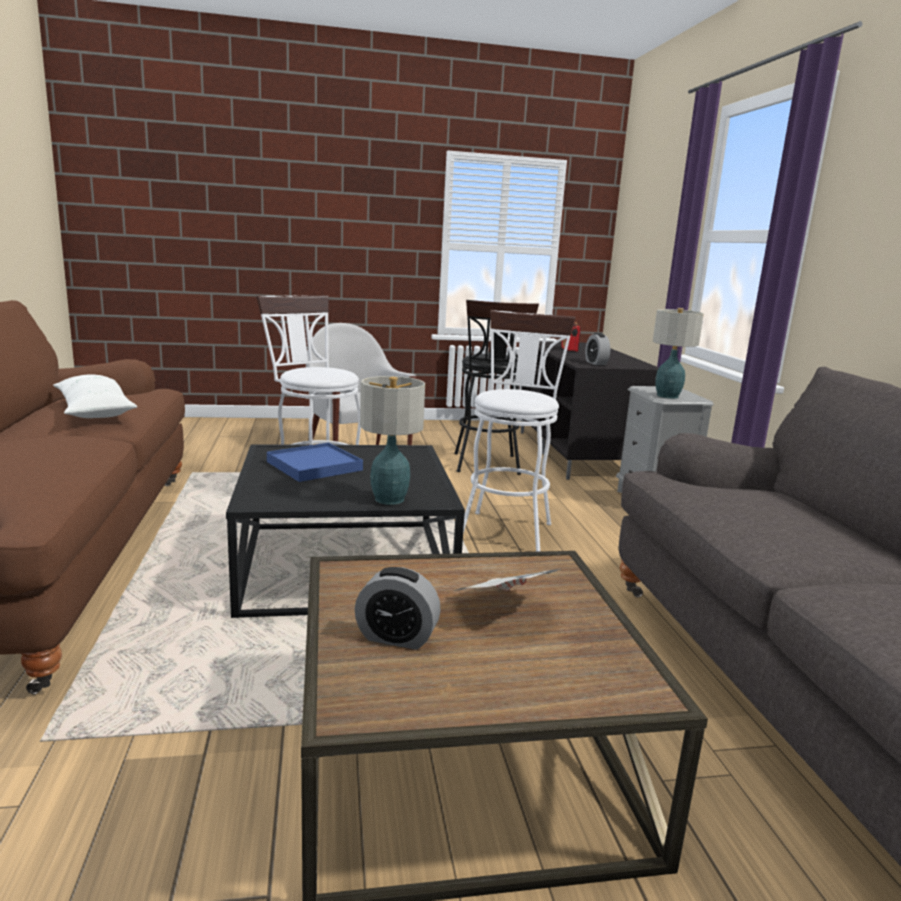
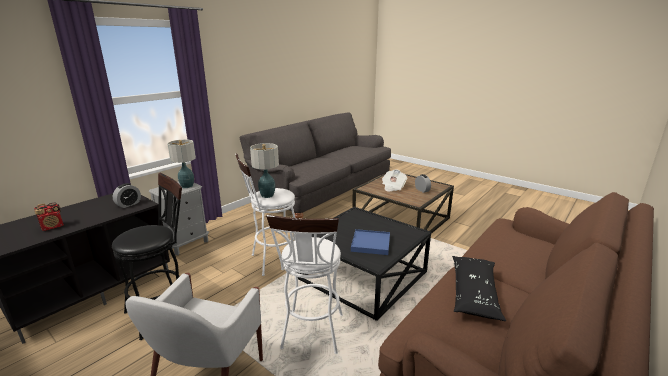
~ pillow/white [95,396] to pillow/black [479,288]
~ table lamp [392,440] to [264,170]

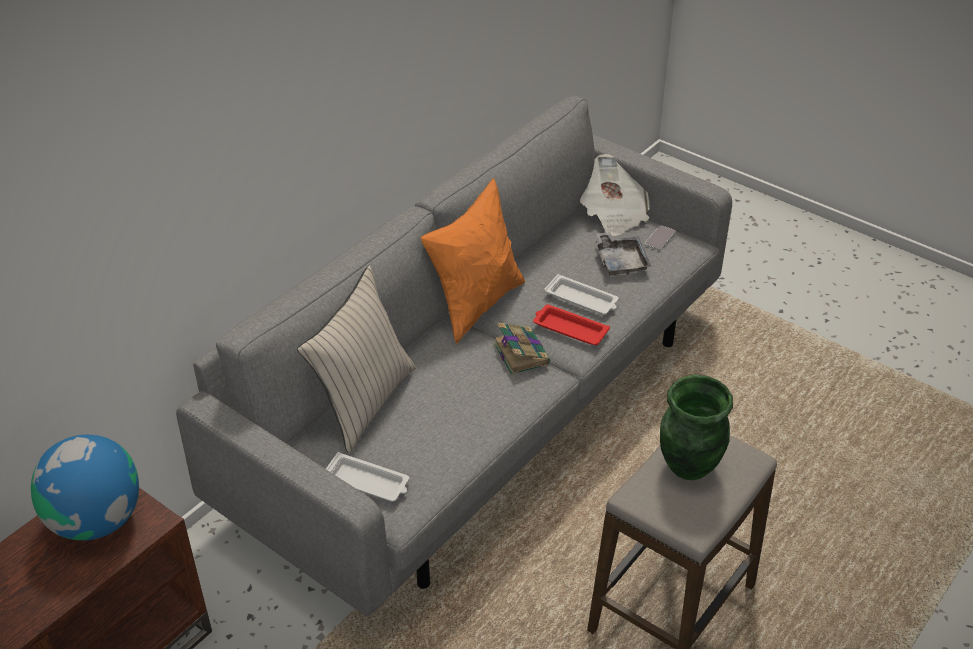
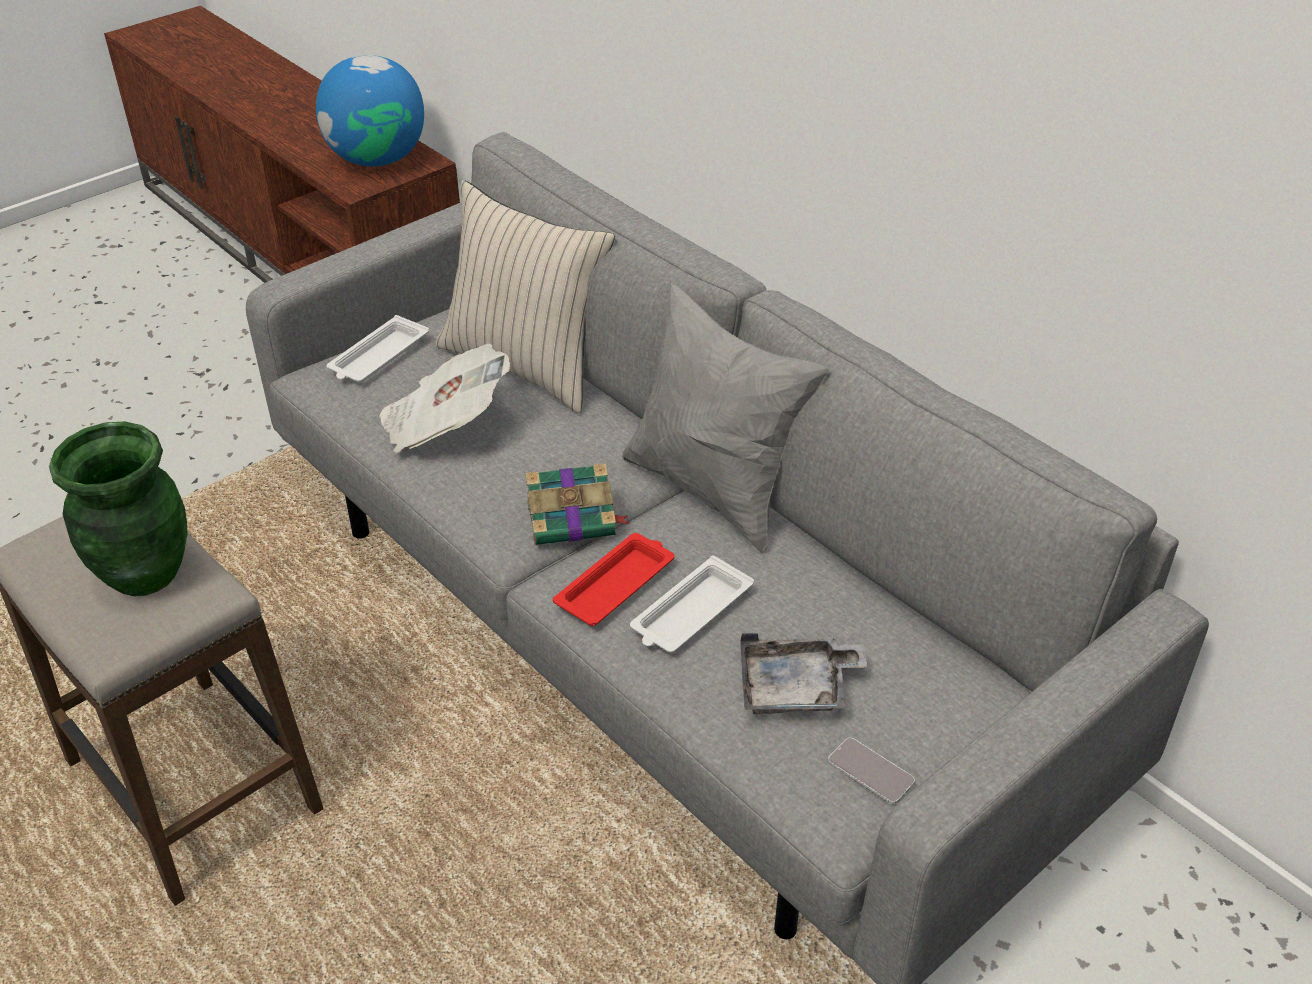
~ newspaper [614,195] to [444,398]
~ pillow/orange [473,260] to pillow/grey [725,418]

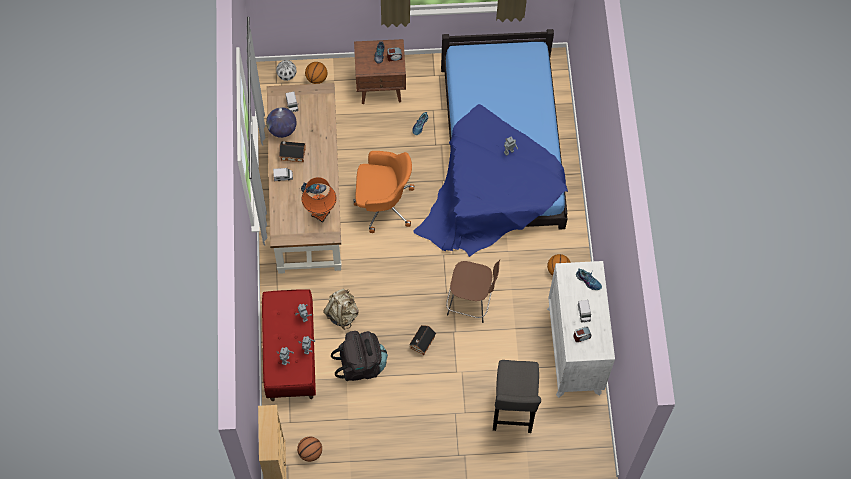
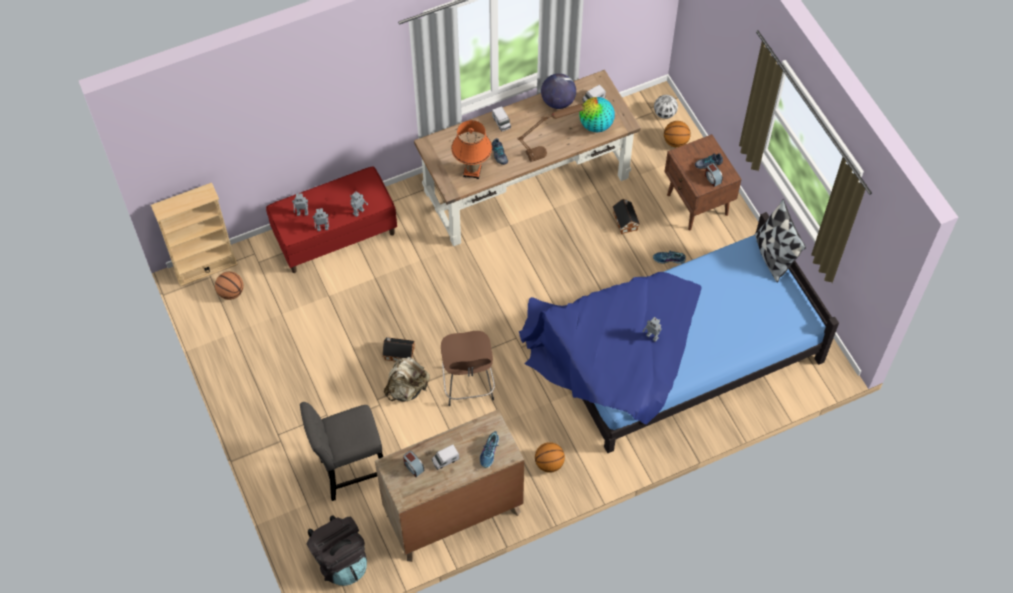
~ toy house [292,151] to [626,216]
- office chair/orange [383,192]
~ dresser/white [581,329] to dresser/brown [449,485]
~ backpack/beige [341,309] to [407,379]
~ backpack/black [359,356] to [336,550]
+ globe [597,114]
+ table lamp/brown [551,133]
+ pillow [780,240]

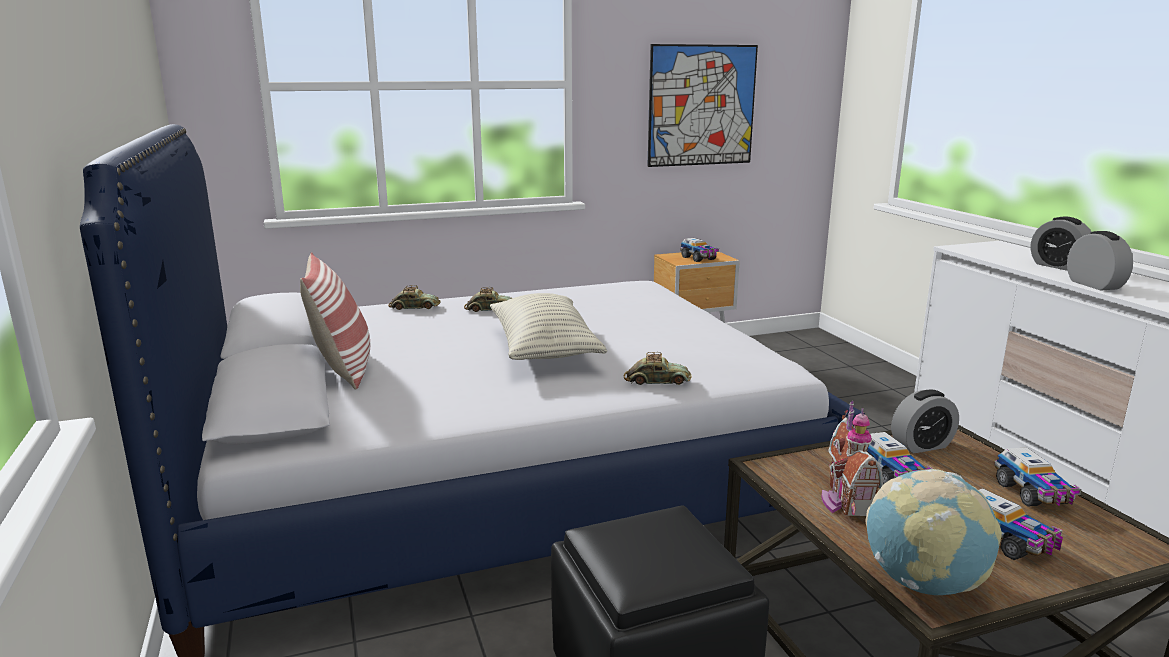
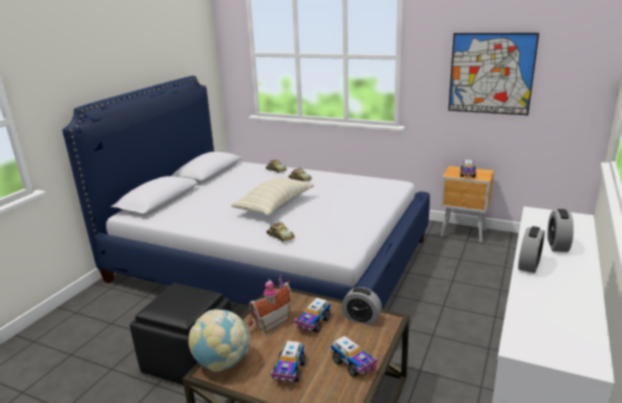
- pillow [335,321]
~ toy truck [1038,477] = [354,356] 75 degrees counterclockwise

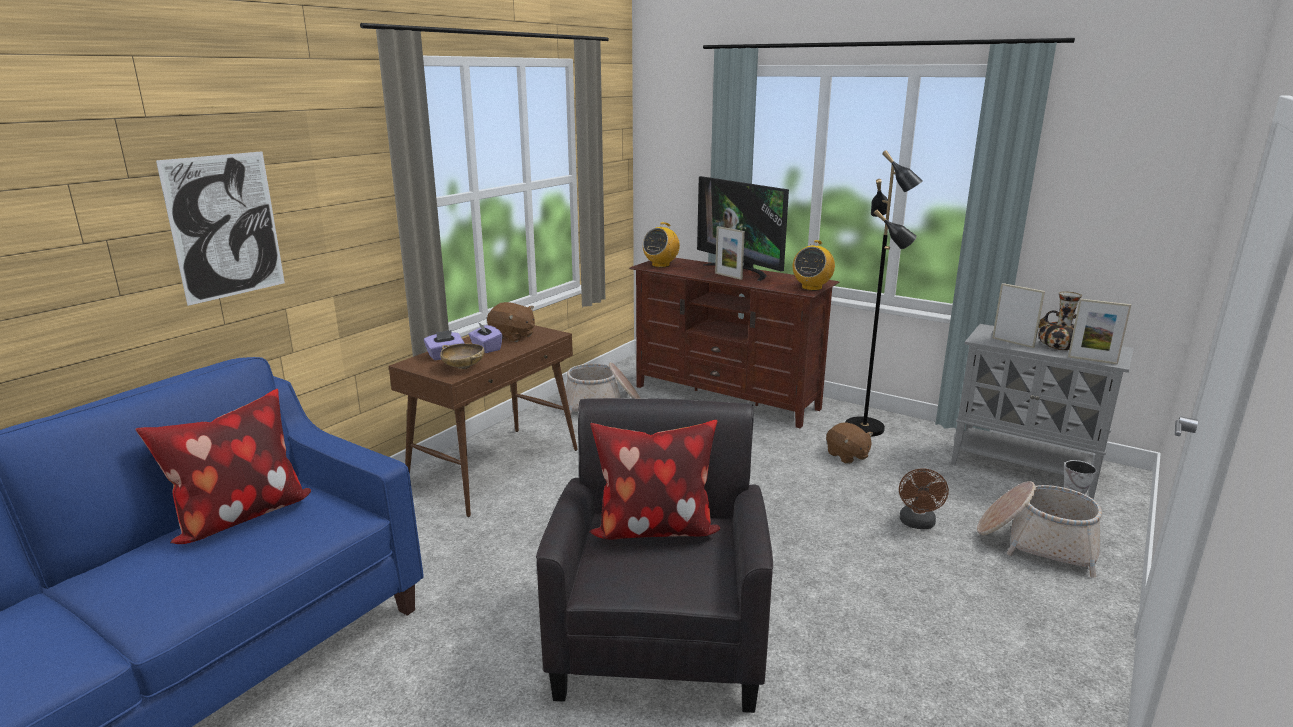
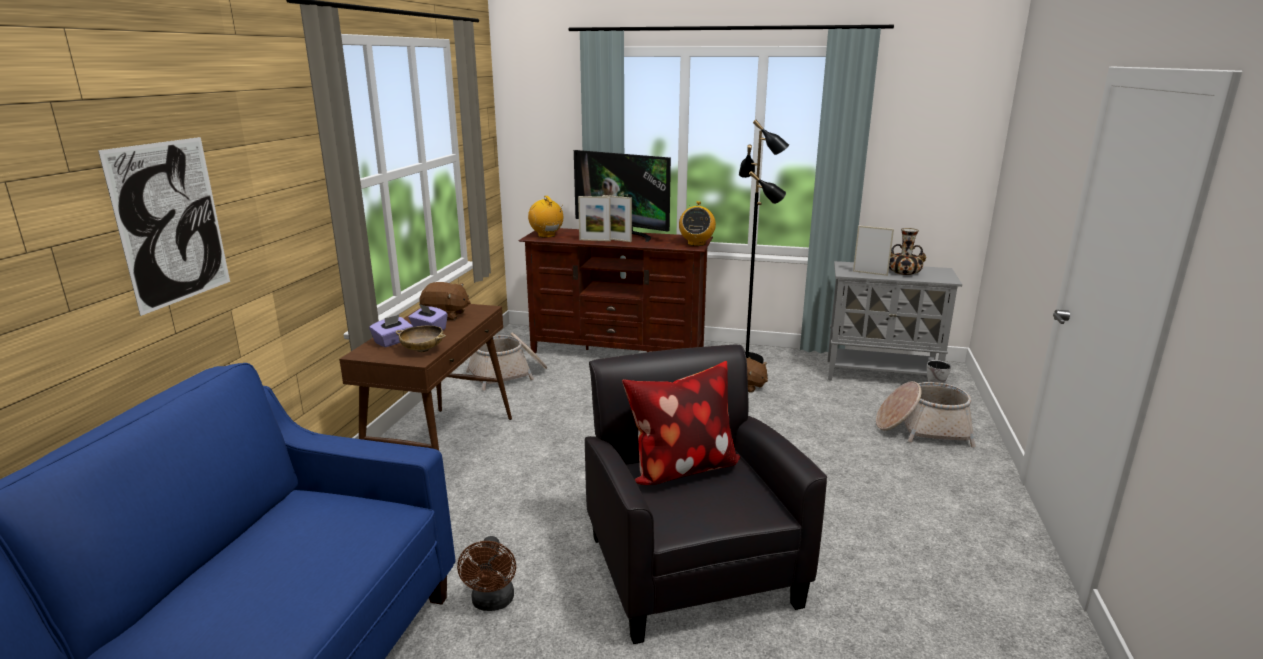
~ radio [661,244] = [545,217] 135 degrees clockwise
~ picture frame [1099,332] to [594,218]
- pillow [223,466]
~ fan/brown [924,498] to [486,573]

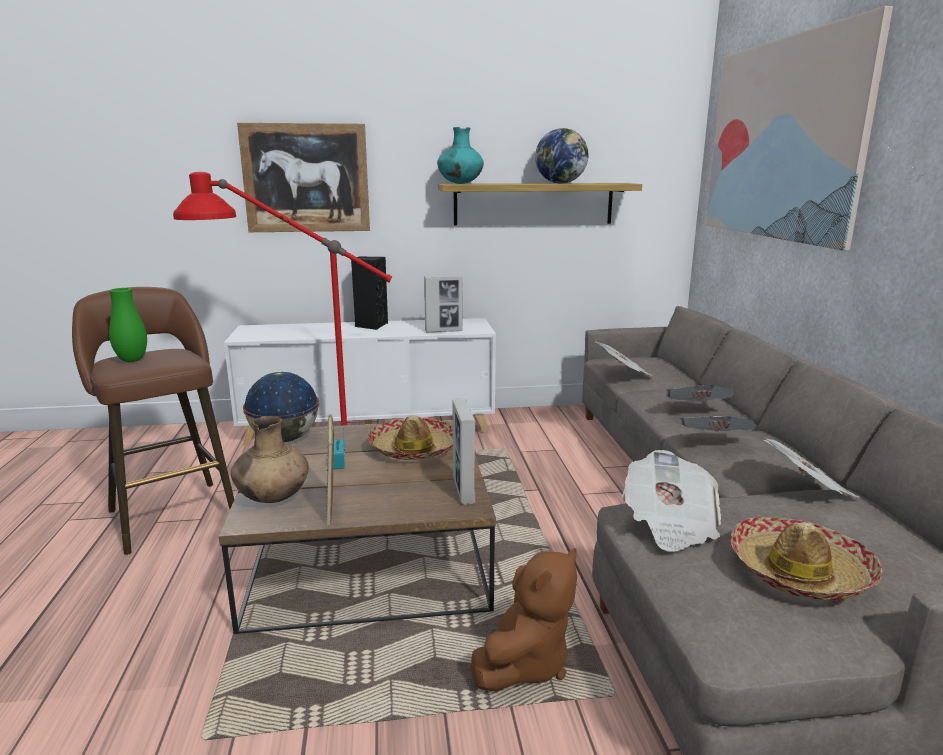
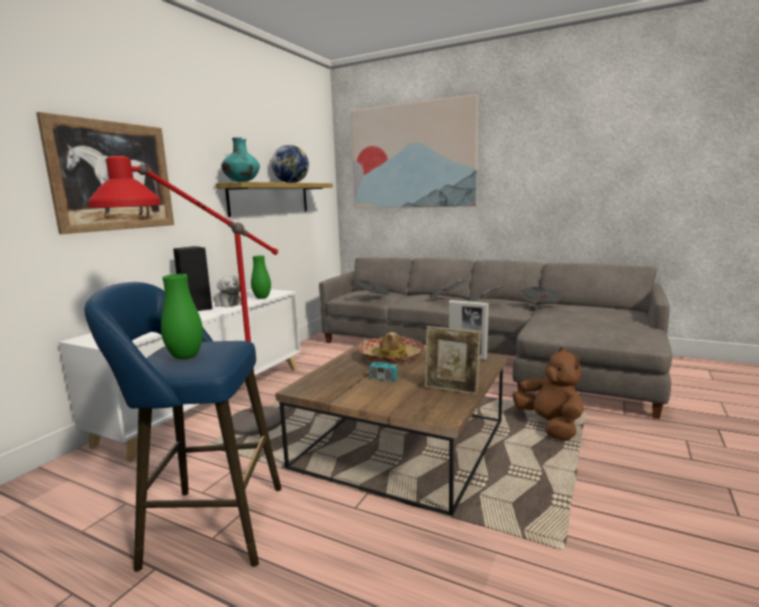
~ picture frame [443,304] to vase/green [261,277]
~ stool/brown [153,421] to stool/blue [183,427]
- globe [281,407]
- vase/brown [270,459]
- newspaper [671,501]
- hat [807,558]
+ plush toy [227,291]

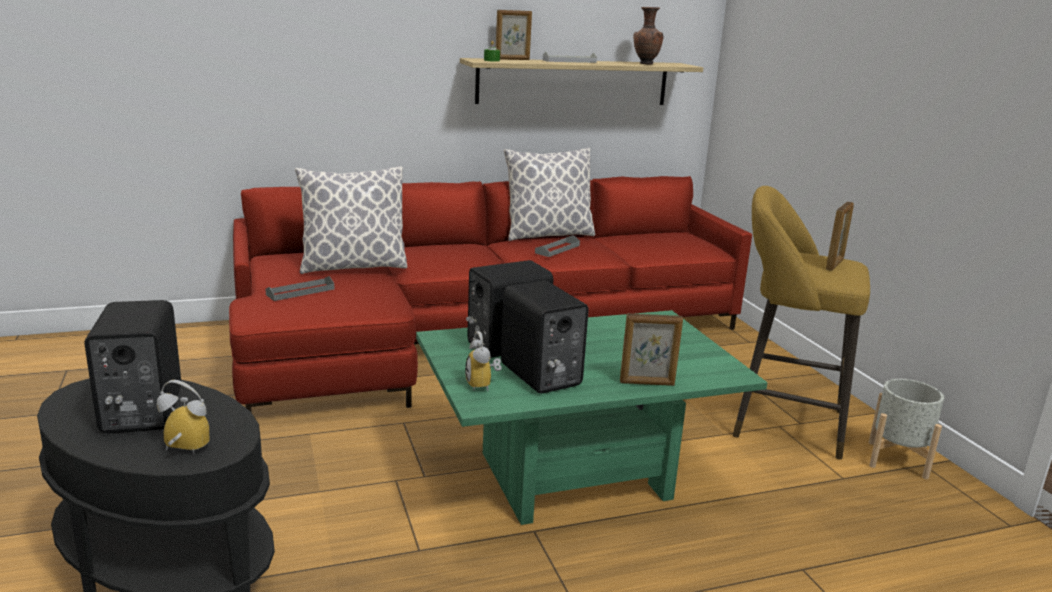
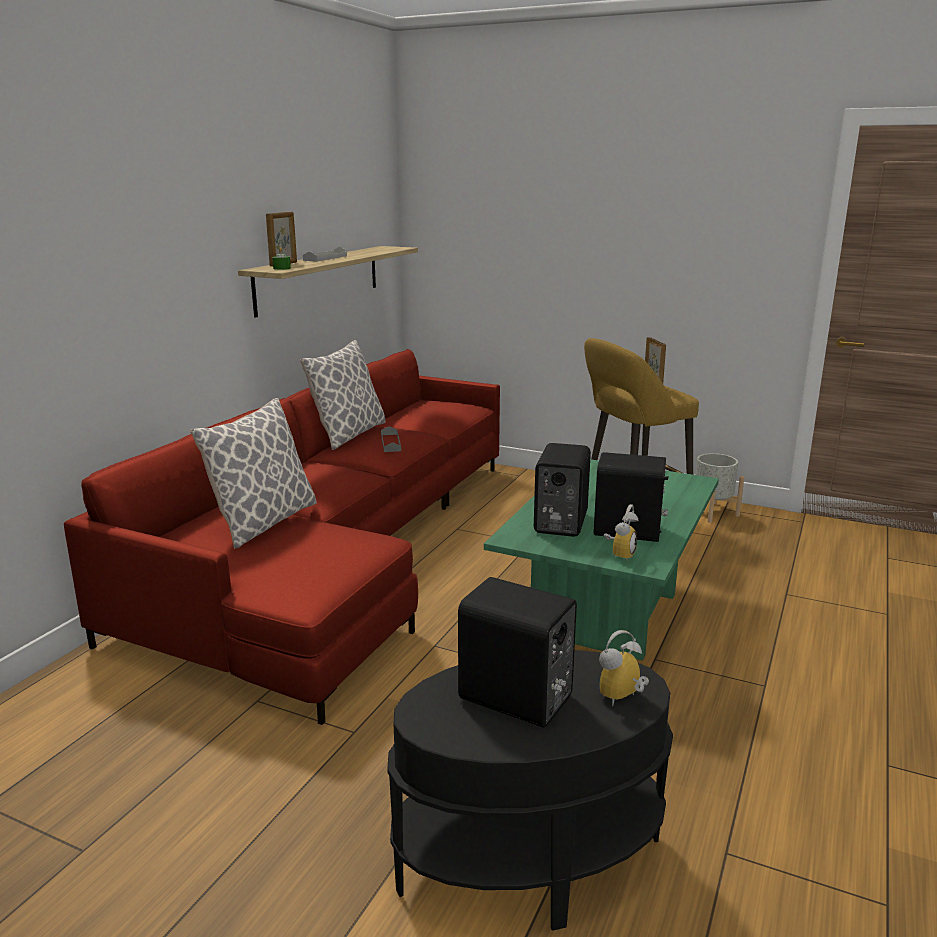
- vase/brown [648,36]
- tray/grey [299,288]
- picture frame [651,349]
~ alarm clock [483,361] = [621,533] 90 degrees counterclockwise

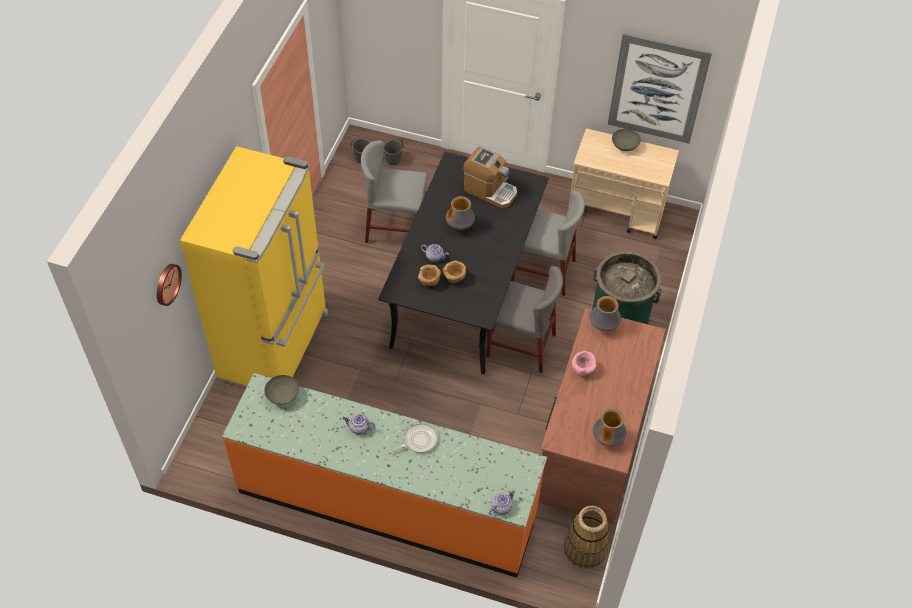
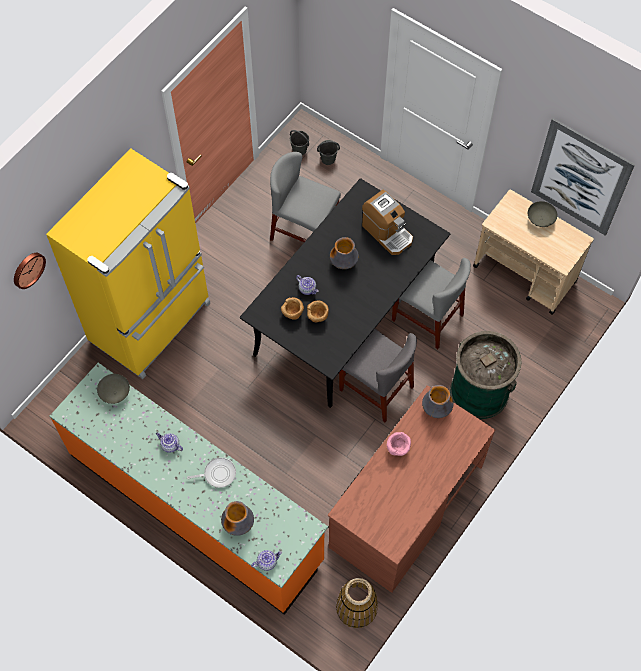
~ vase [609,427] to [237,518]

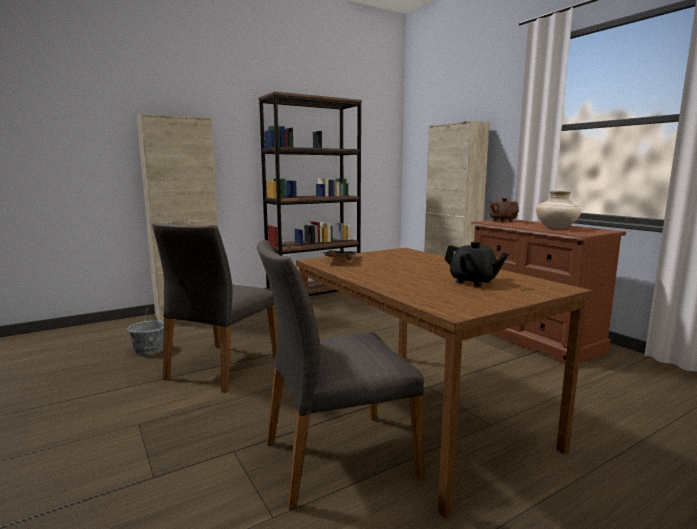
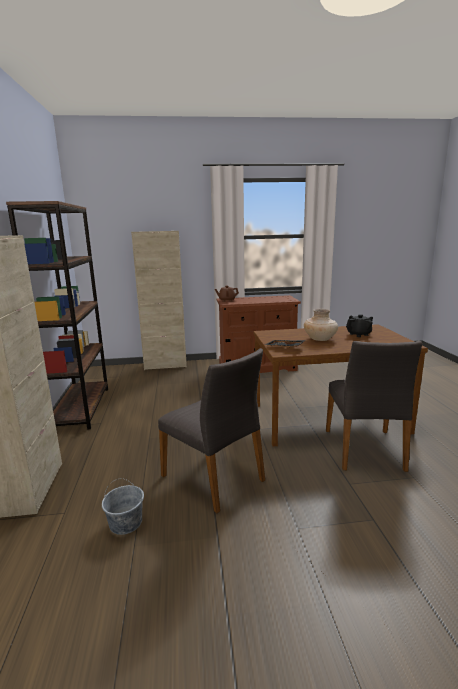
~ vase/beige [558,209] to [321,325]

